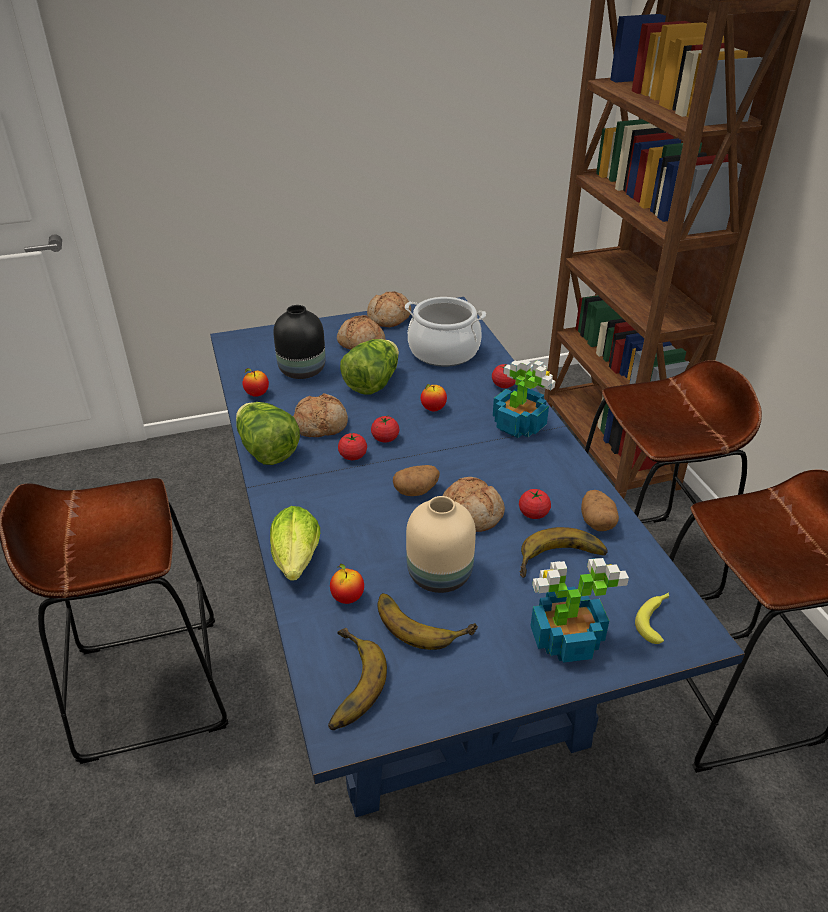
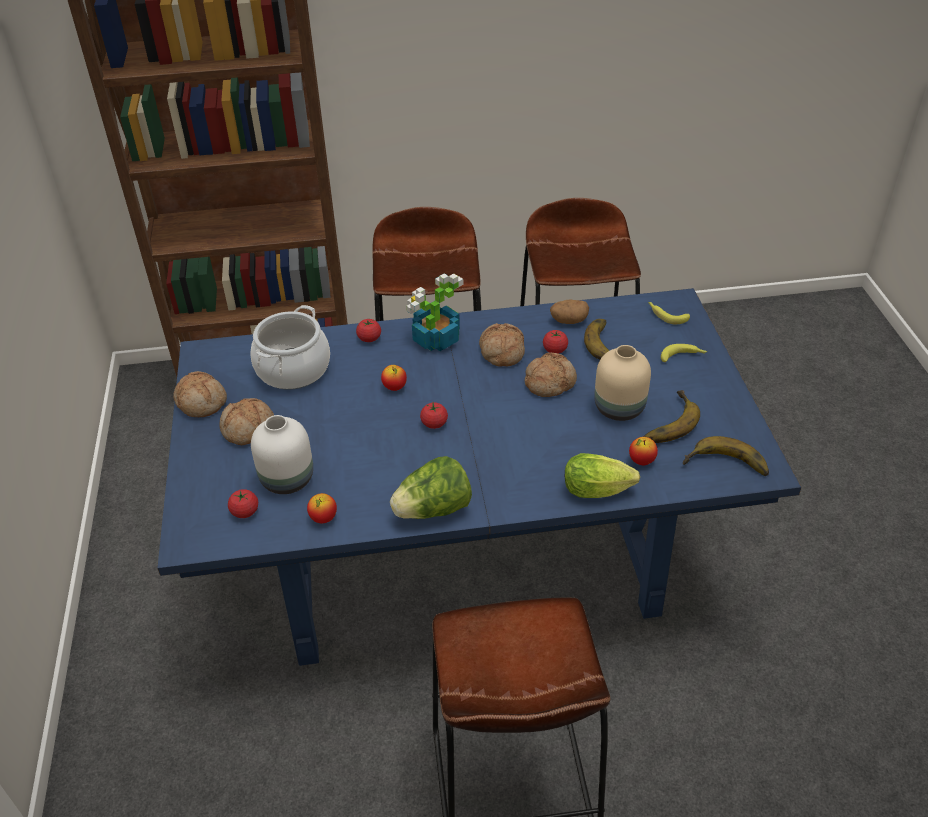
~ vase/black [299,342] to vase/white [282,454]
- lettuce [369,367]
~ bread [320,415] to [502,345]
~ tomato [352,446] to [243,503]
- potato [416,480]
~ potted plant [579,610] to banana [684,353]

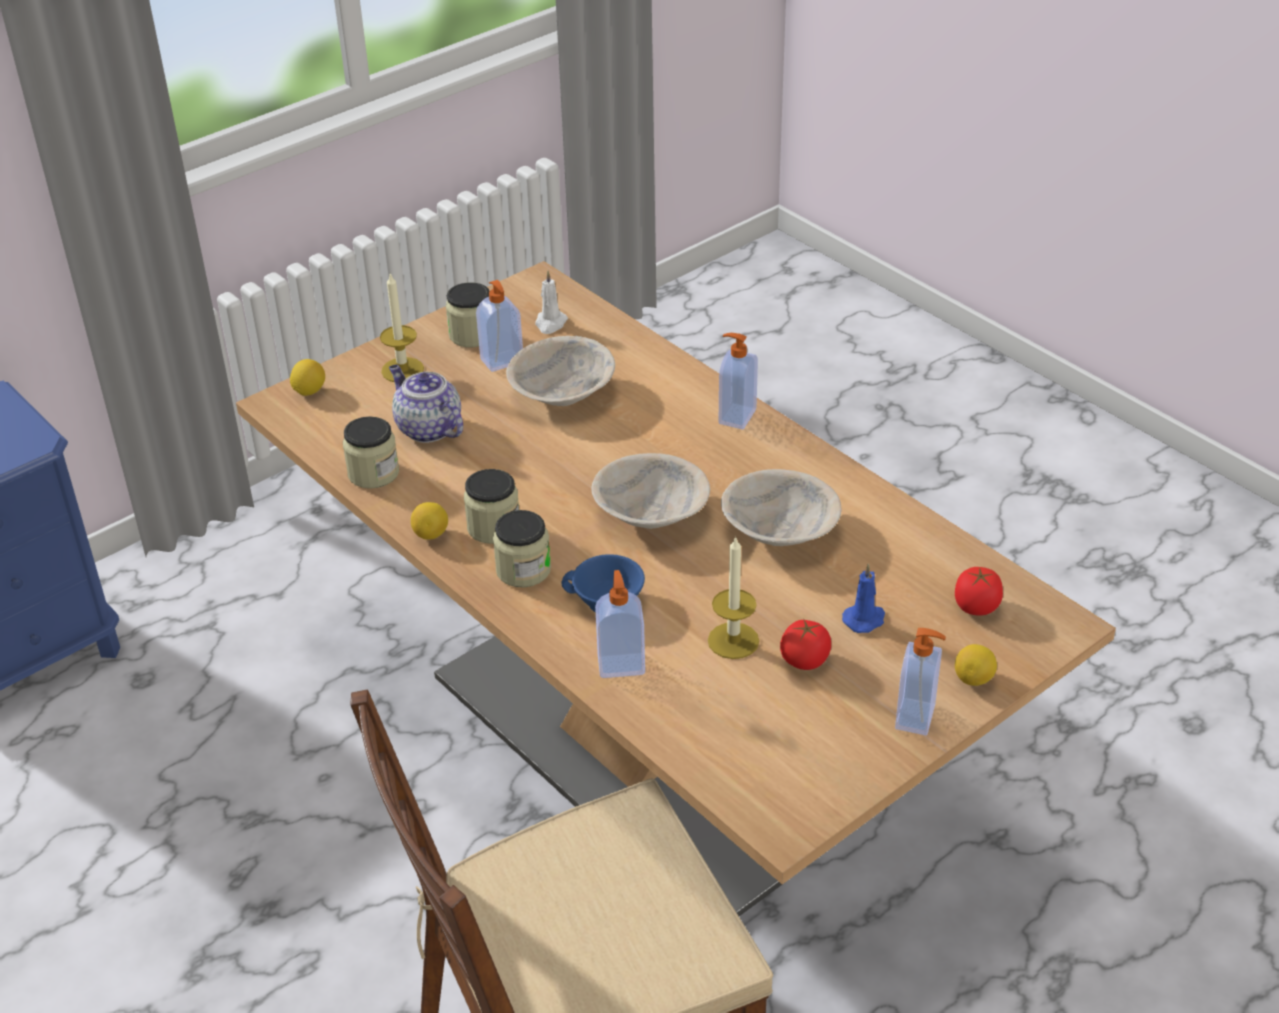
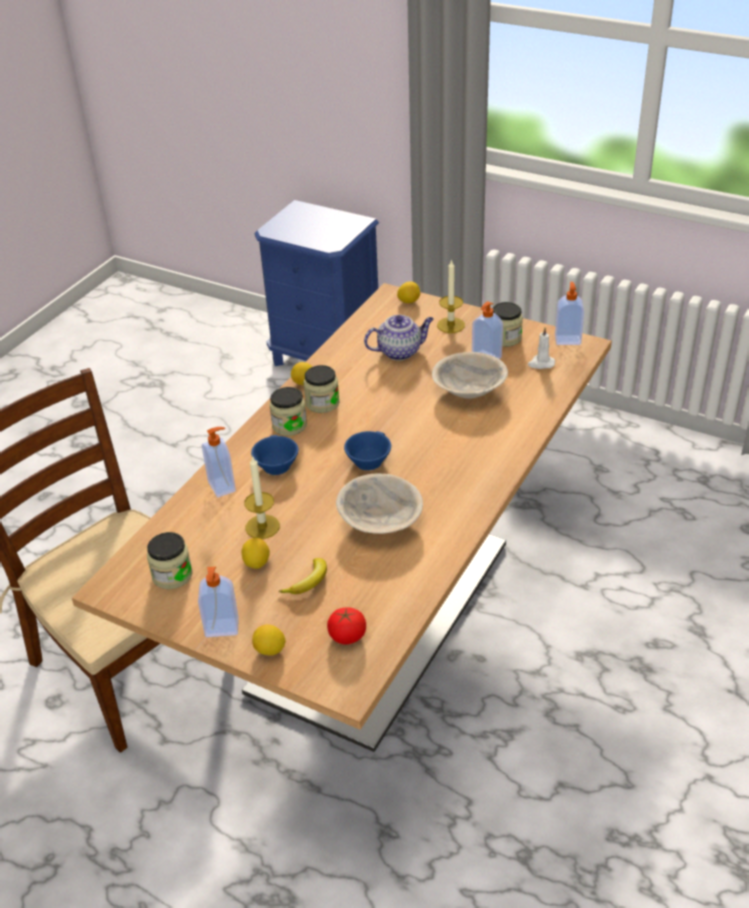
~ soap dispenser [738,381] to [569,313]
~ teapot [426,404] = [399,337] 45 degrees clockwise
~ jar [371,452] to [170,560]
~ bowl/beige [650,491] to cup/blue [367,450]
~ candle/blue [863,598] to banana [303,576]
~ tomato [805,645] to lemon [256,553]

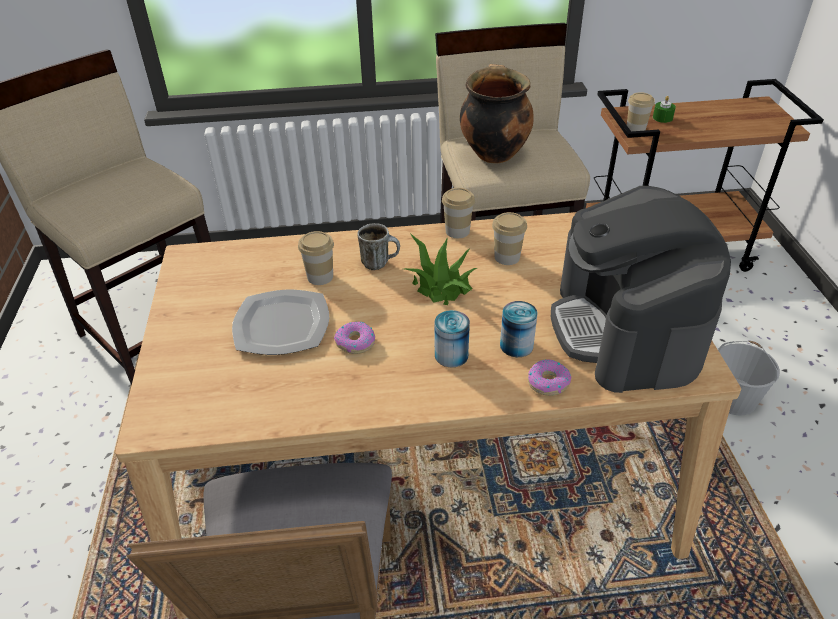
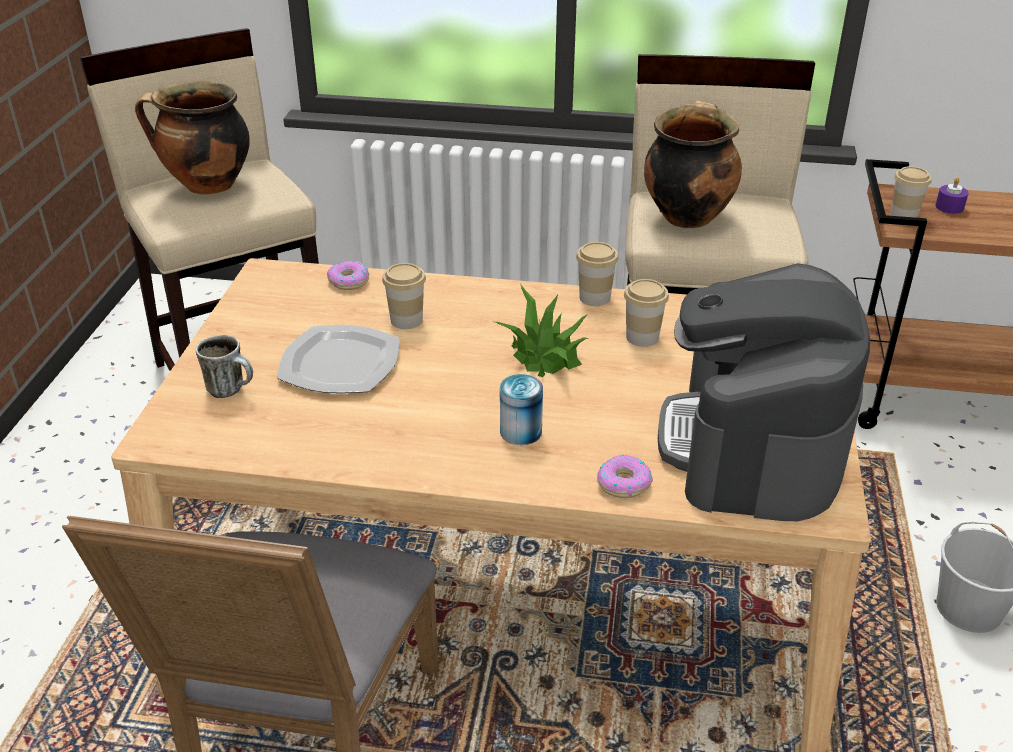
~ candle/green [664,109] to candle/purple [952,195]
~ mug [378,246] to [224,366]
- can [519,329]
~ donut [354,338] to [348,275]
+ cooking pot [192,138]

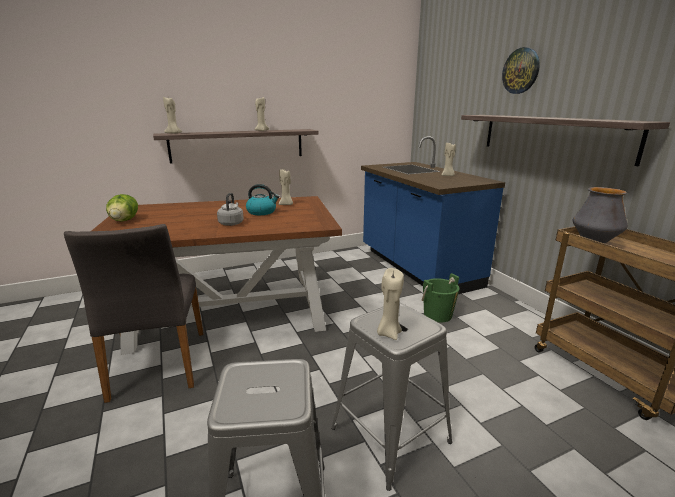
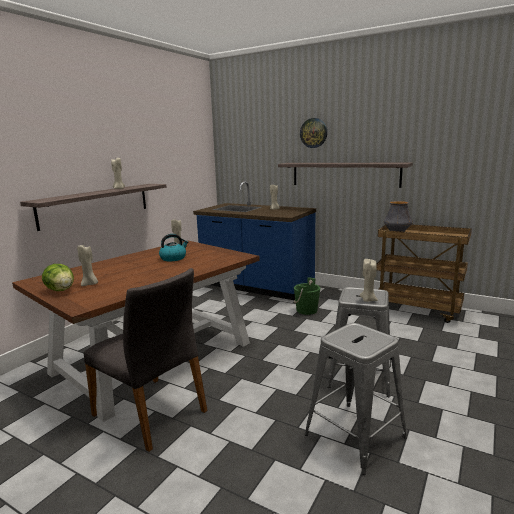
~ candle/beige [172,114] to [87,265]
- kettle/grey [230,209]

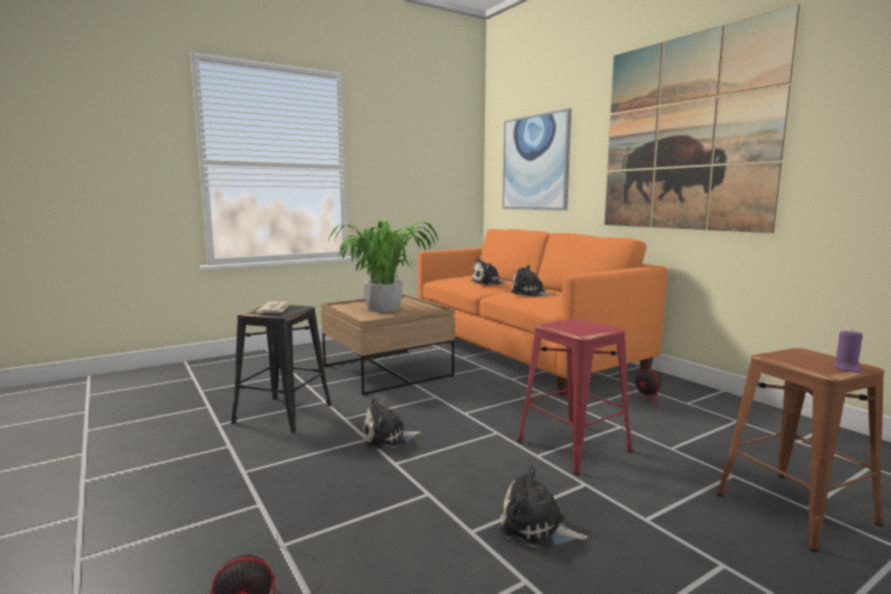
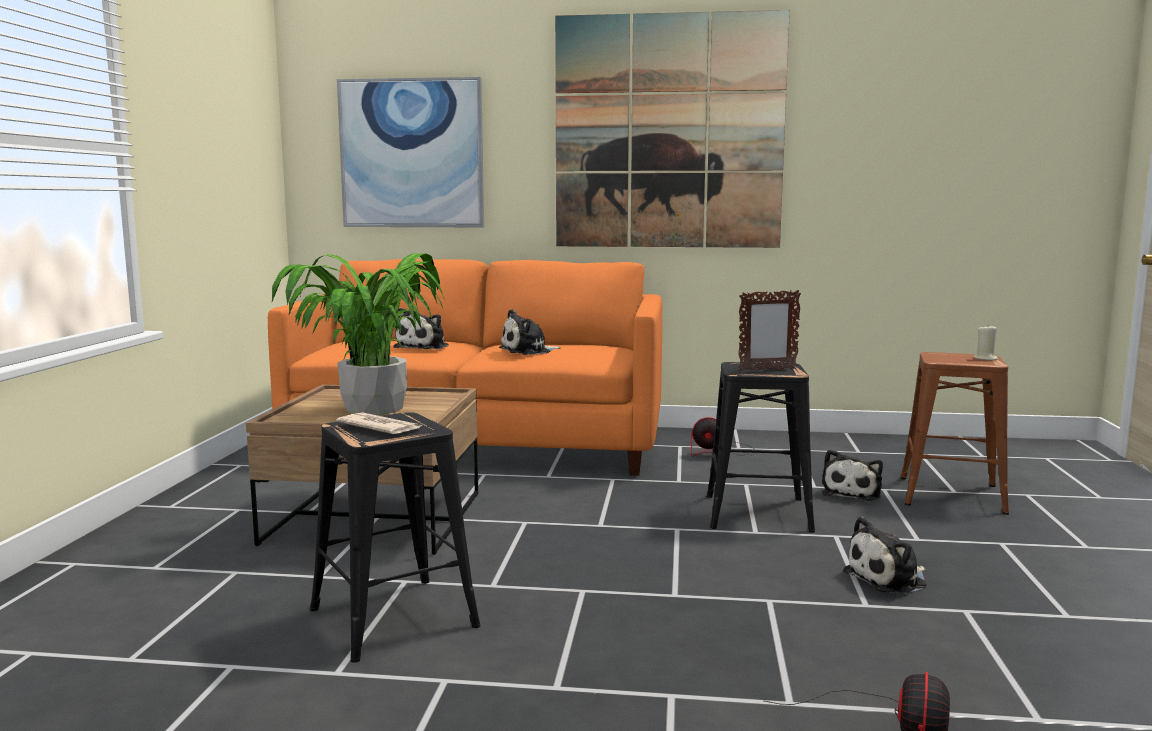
~ stool/red [575,397] to stool/black [761,447]
~ candle/purple [848,350] to candle/beige [986,342]
~ plush toy [392,422] to [852,475]
+ picture frame [769,330]

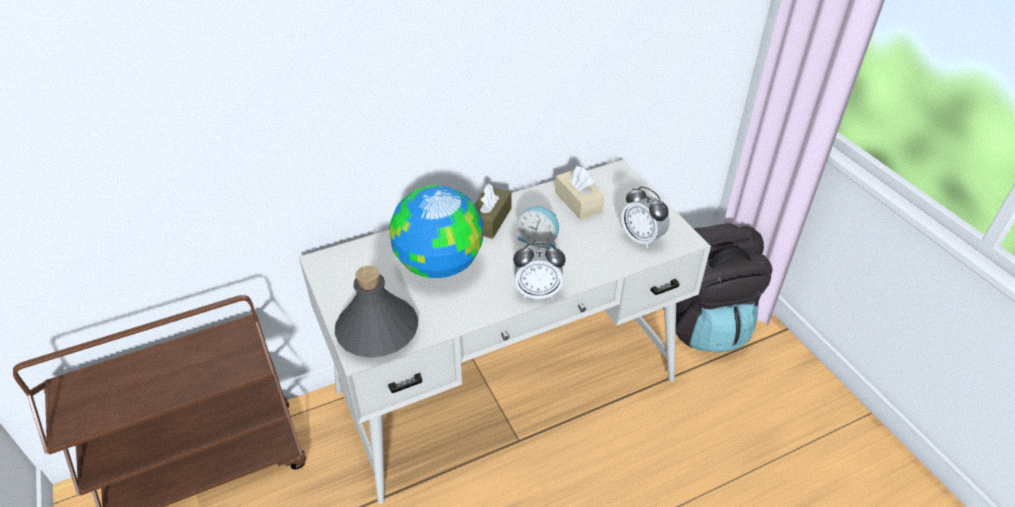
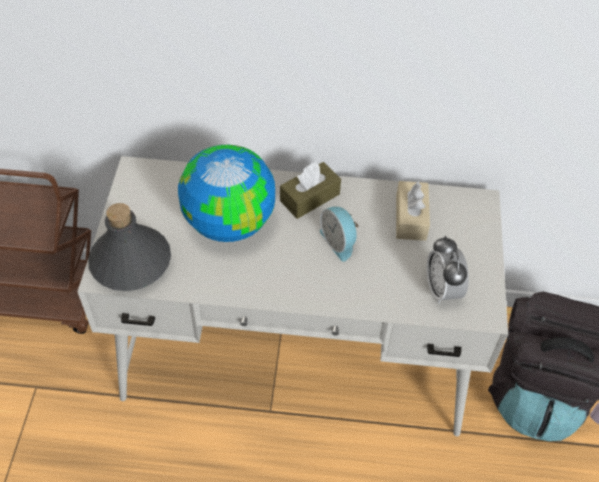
- alarm clock [539,270]

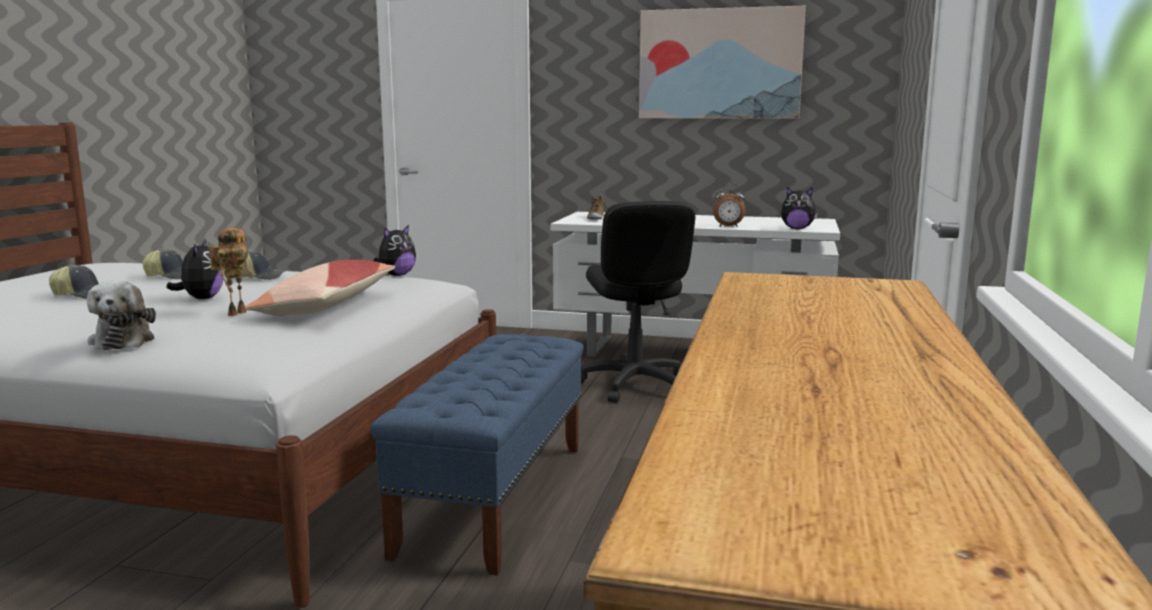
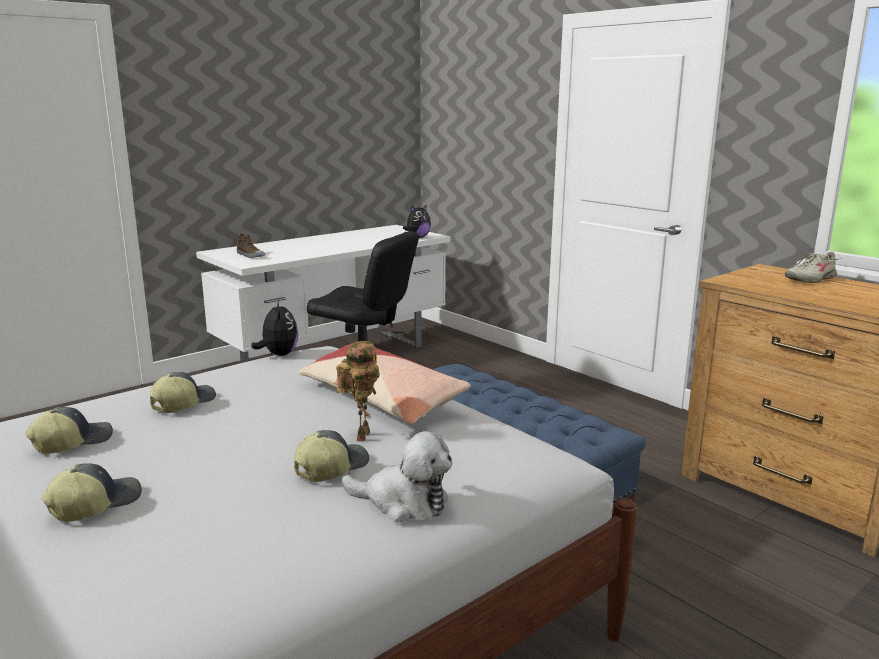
- picture [722,62]
- alarm clock [729,205]
~ toy robot [231,271] = [358,391] 45 degrees clockwise
- plush toy [195,269]
+ shoe/beige [813,267]
+ cap [331,456]

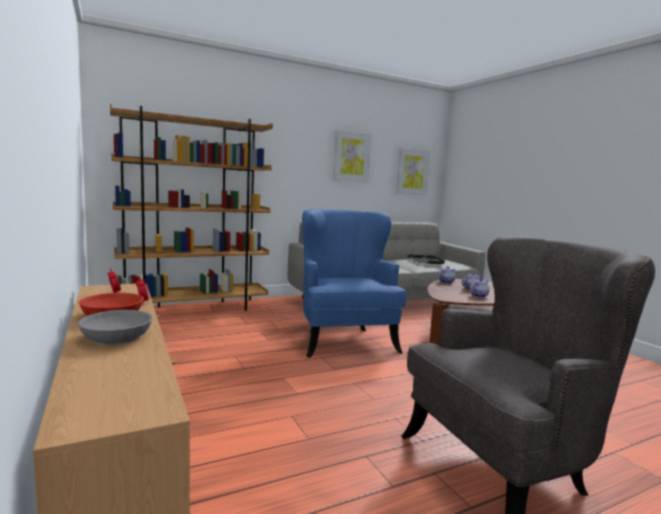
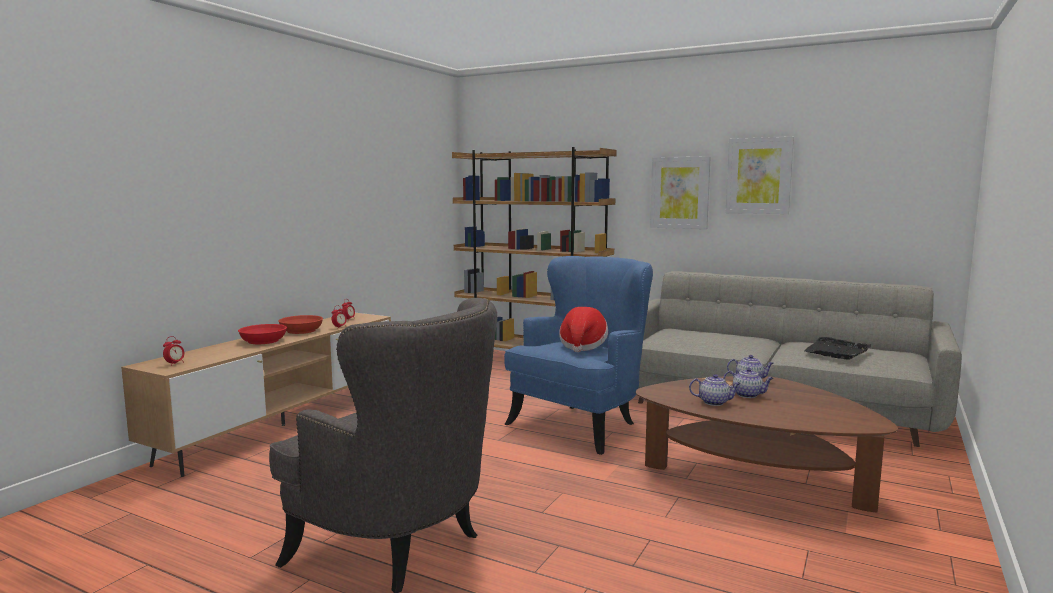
~ picture [413,171] to [680,192]
~ bowl/grey [115,327] to bowl/red [262,334]
+ hat [583,329]
+ alarm clock [173,351]

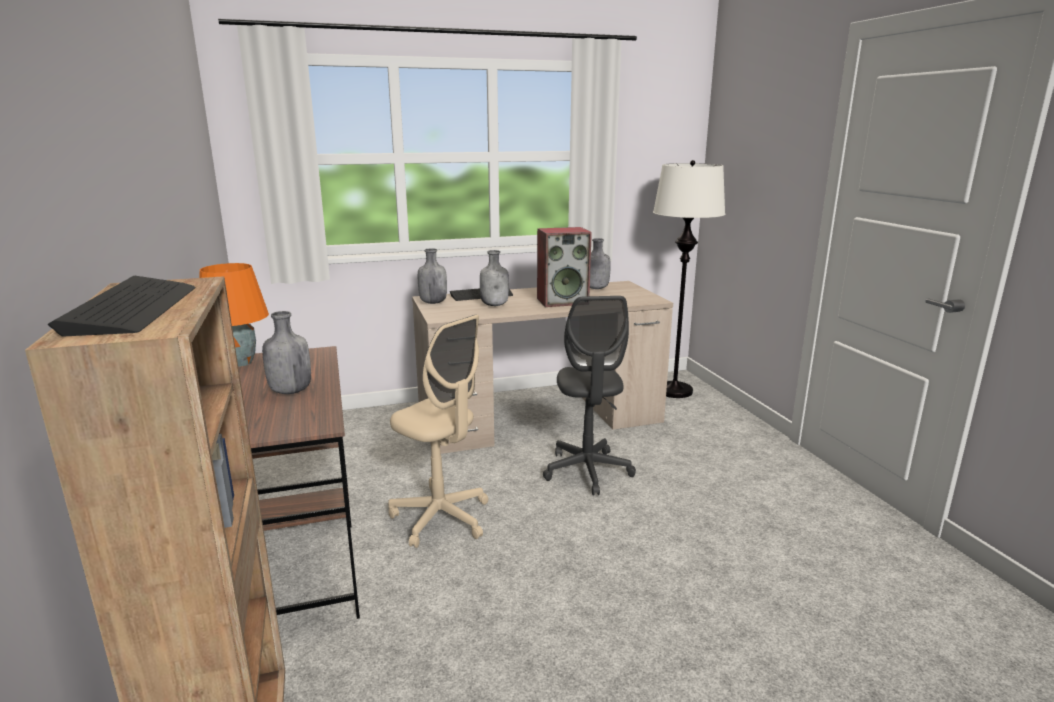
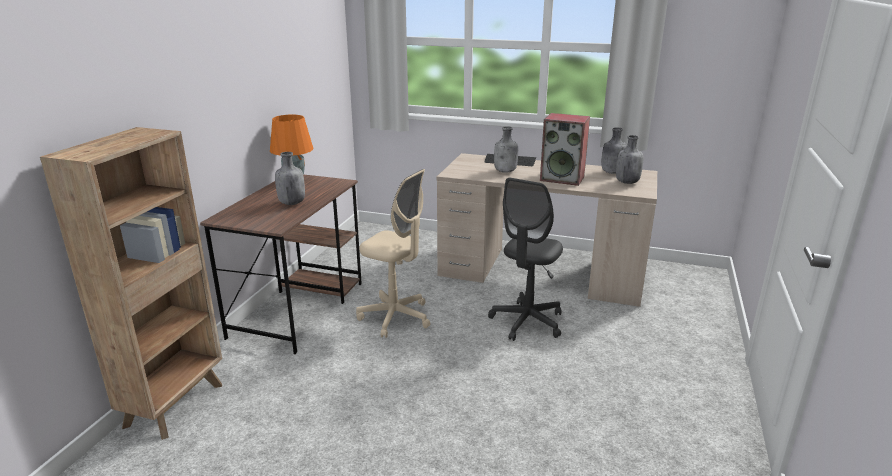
- floor lamp/white [689,279]
~ bottle/grey [432,276] to [630,159]
- keyboard [121,306]
~ office chair/beige [438,431] = [393,253] 45 degrees counterclockwise

